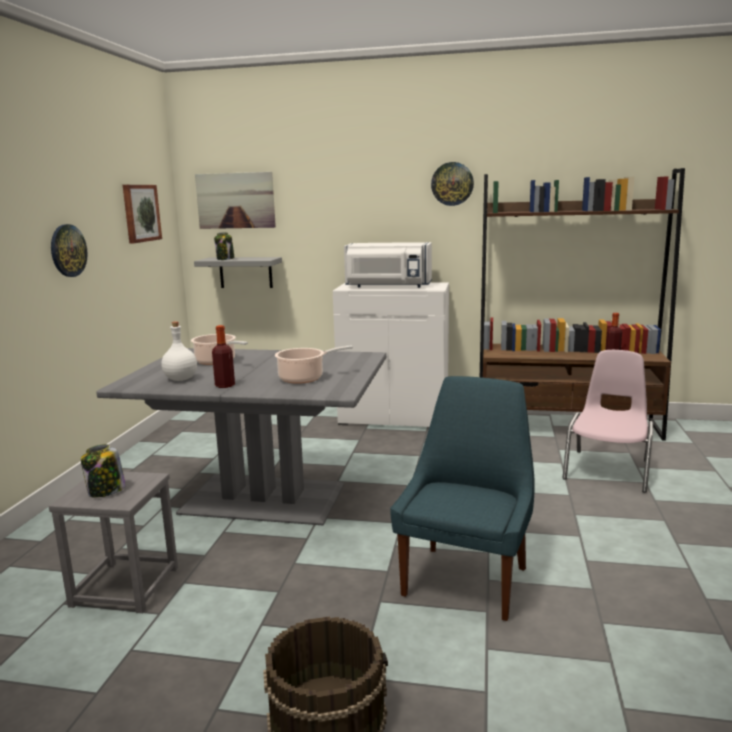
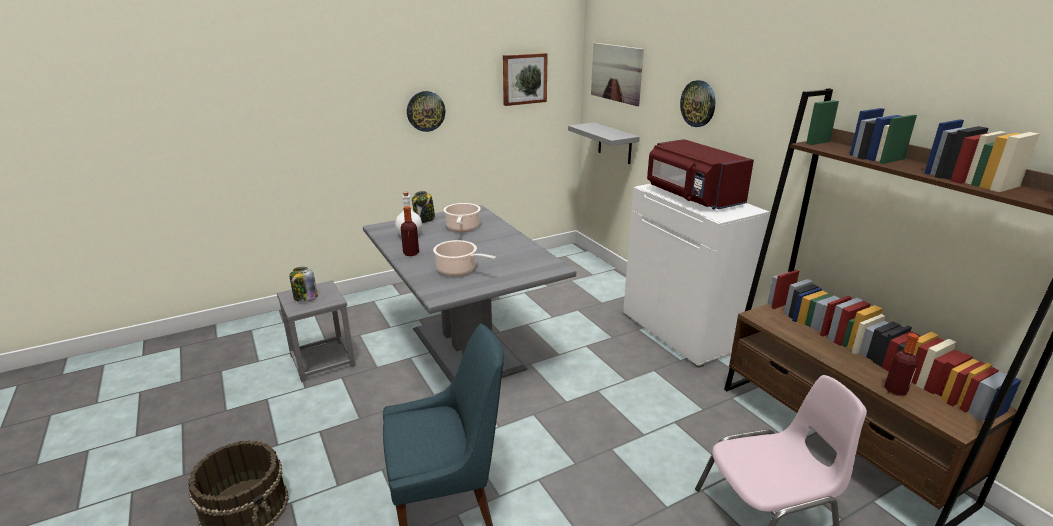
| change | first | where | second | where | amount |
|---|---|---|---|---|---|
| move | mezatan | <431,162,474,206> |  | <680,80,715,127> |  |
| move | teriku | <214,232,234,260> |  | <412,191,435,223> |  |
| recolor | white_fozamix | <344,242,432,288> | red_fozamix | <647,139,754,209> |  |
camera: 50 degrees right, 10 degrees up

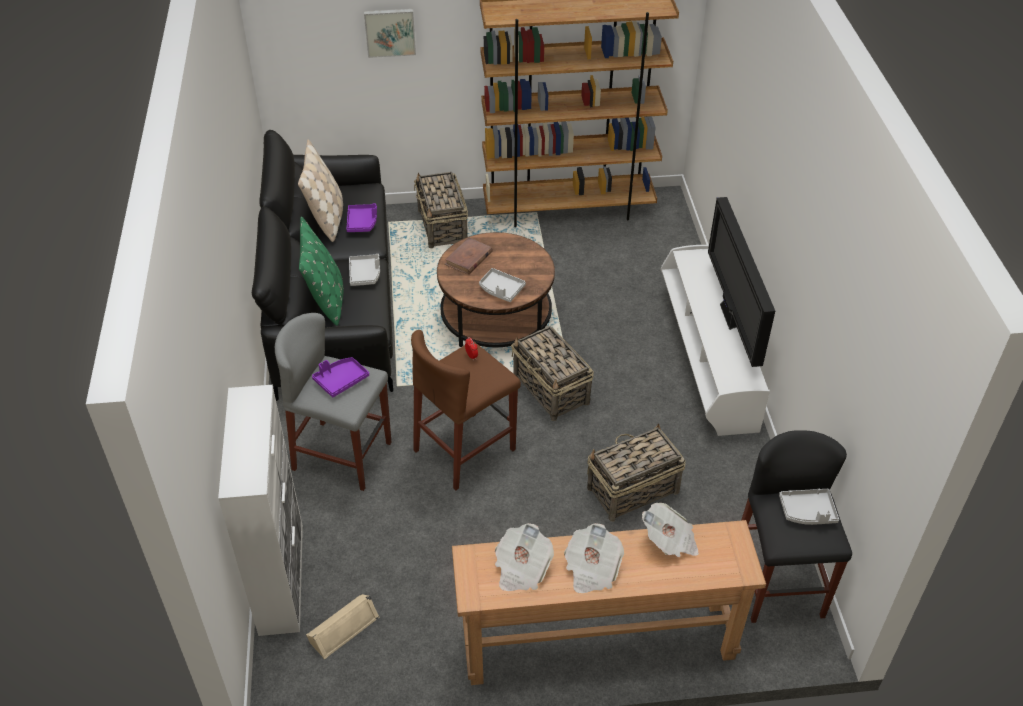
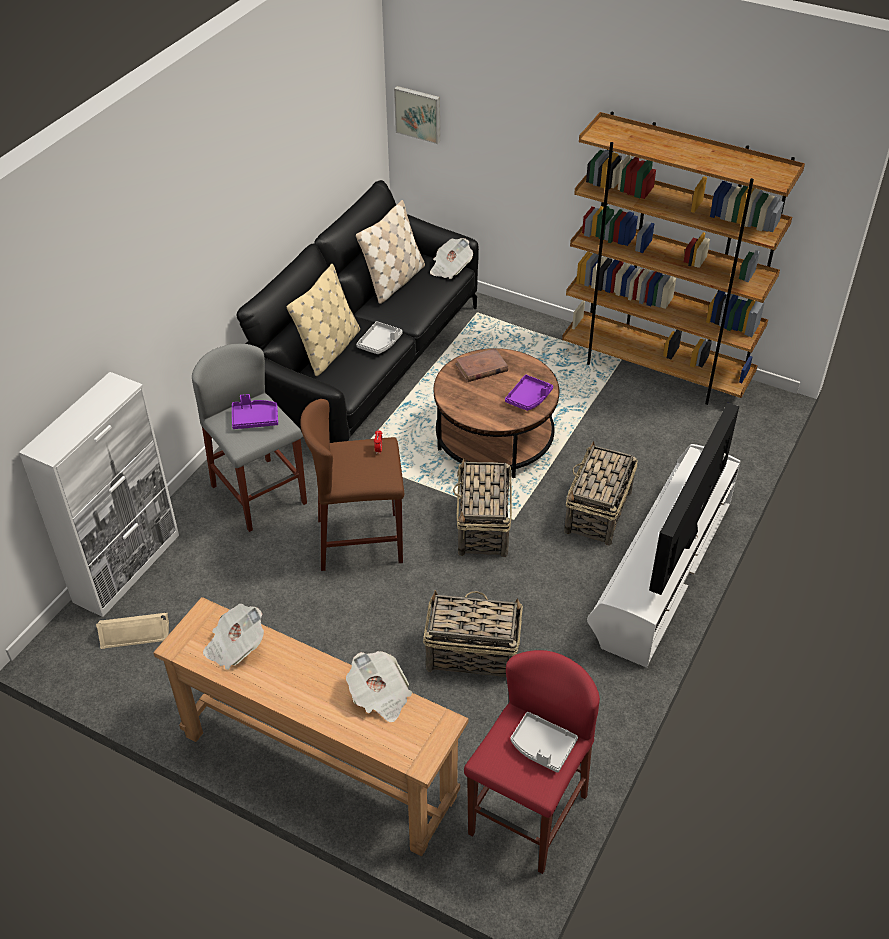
| change | first | where | second | where | amount |
|---|---|---|---|---|---|
| move | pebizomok | <364,9,416,58> |  | <394,86,440,144> |  |
| move | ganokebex | <414,172,468,248> |  | <564,441,638,546> |  |
| move | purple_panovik | <346,203,377,232> |  | <505,375,553,411> |  |
| recolor | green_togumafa | <299,217,343,326> | beige_togumafa | <287,264,360,376> |  |
| delete | grey_panovik | <479,268,526,302> |  |  |  |
| recolor | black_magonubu | <742,430,852,623> | red_magonubu | <464,650,600,874> |  |
| move | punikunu | <564,523,624,593> |  | <430,238,473,279> |  |
camera: 35 degrees right, 0 degrees up

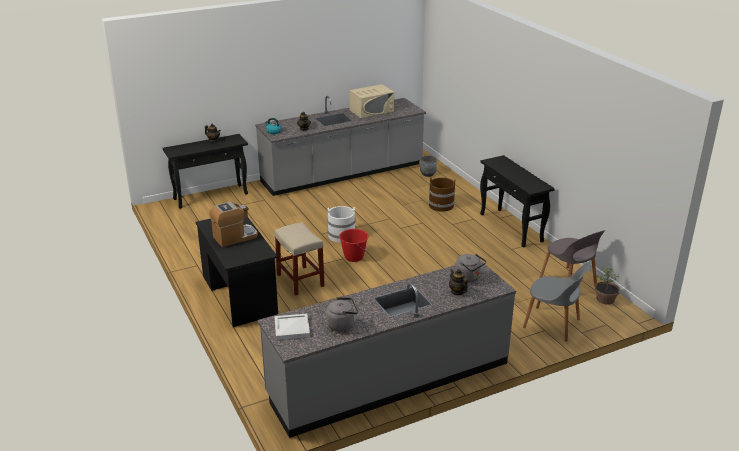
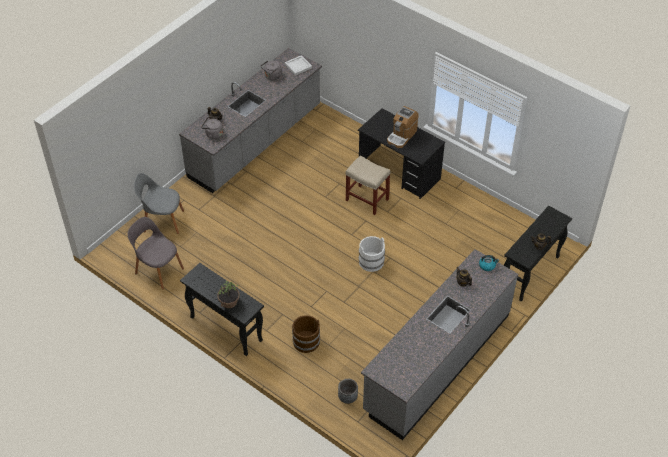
| change | first | where | second | where | amount |
|---|---|---|---|---|---|
| delete | beige_fozamix | <349,84,394,118> |  |  |  |
| delete | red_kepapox | <339,229,369,262> |  |  |  |
| move | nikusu | <595,268,620,304> |  | <217,281,240,308> |  |
camera: 155 degrees right, 20 degrees up

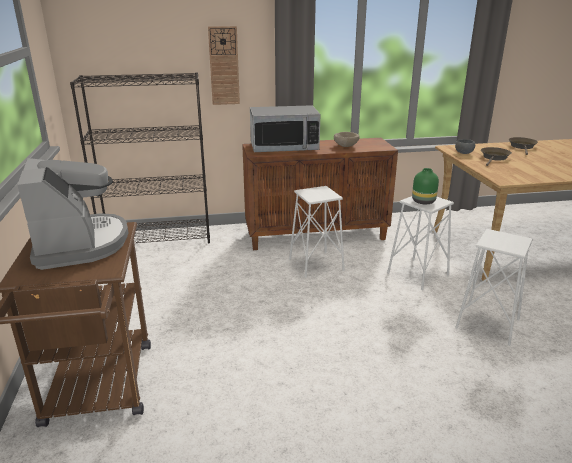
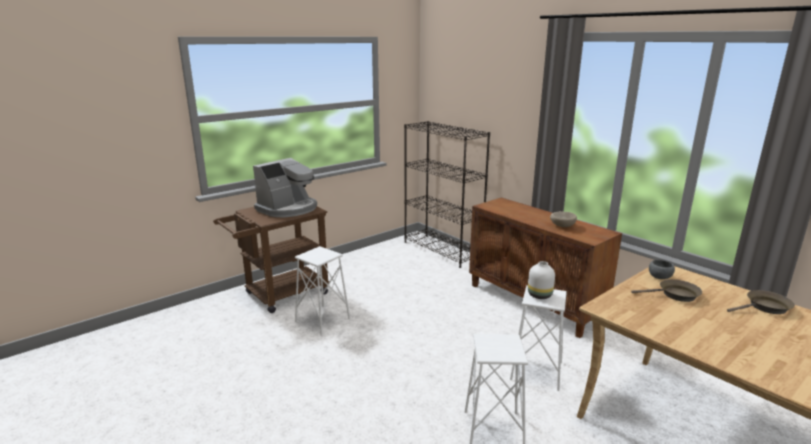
| change | first | where | second | where | amount |
|---|---|---|---|---|---|
| delete | mezatan | <208,26,240,105> |  |  |  |
| delete | fozamix | <250,105,320,152> |  |  |  |
| recolor | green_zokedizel | <412,168,439,204> | white_zokedizel | <528,261,555,299> |  |
| move | white_magonubu | <289,186,345,278> |  | <295,246,350,336> |  |
camera: 60 degrees right, 5 degrees down

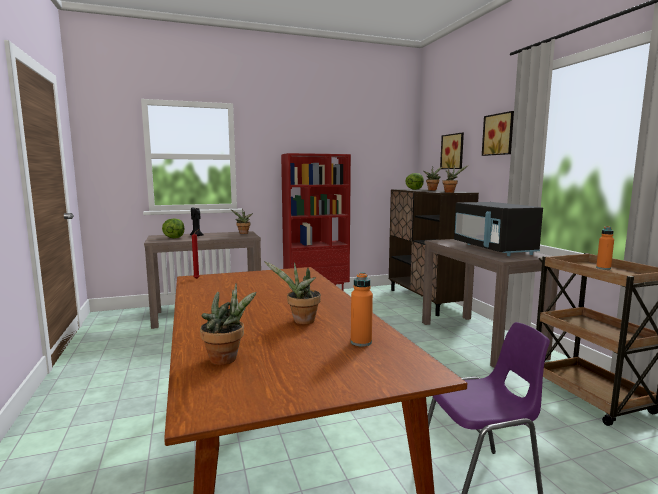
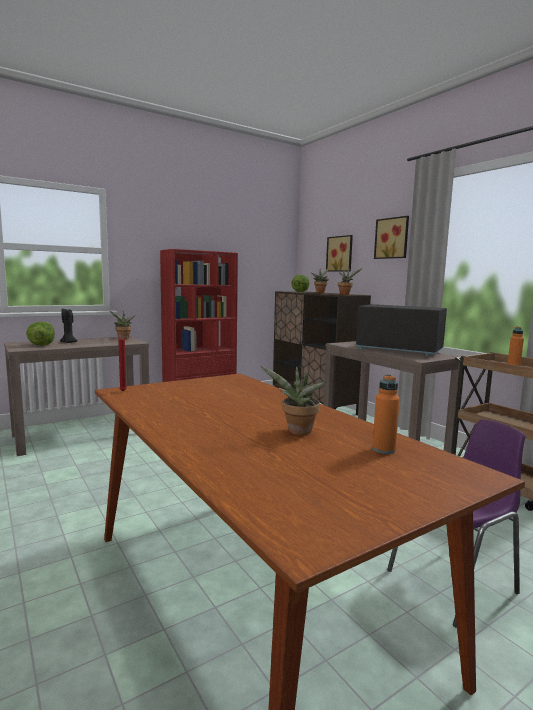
| change | first | where | second | where | amount |
|---|---|---|---|---|---|
| rotate | black_fozamix | <454,202,543,256> |  | <356,304,447,357> | 150 degrees clockwise |
| delete | nikusu | <200,283,256,365> |  |  |  |
camera: 15 degrees left, 0 degrees up

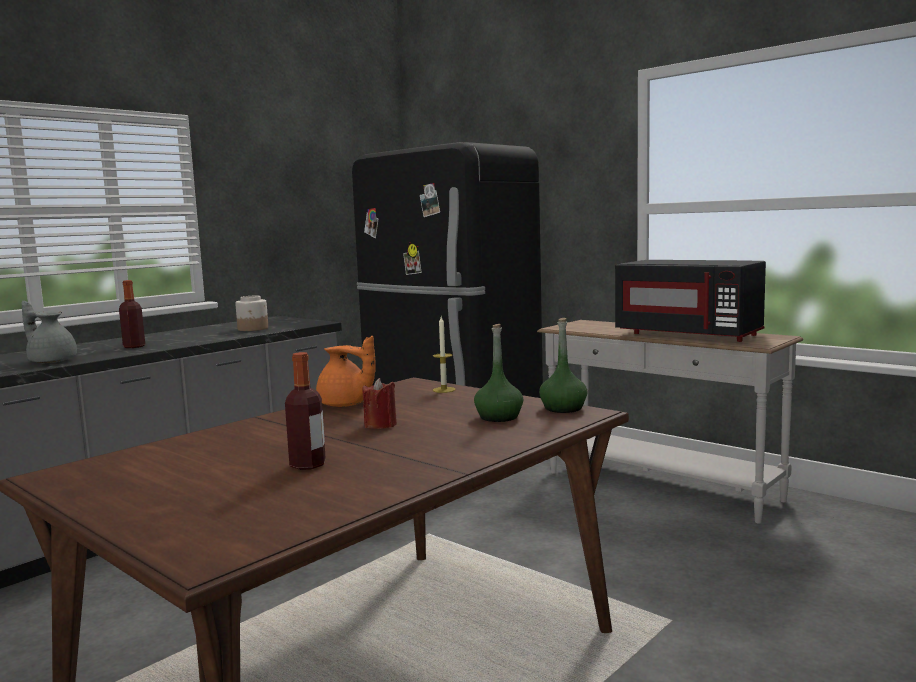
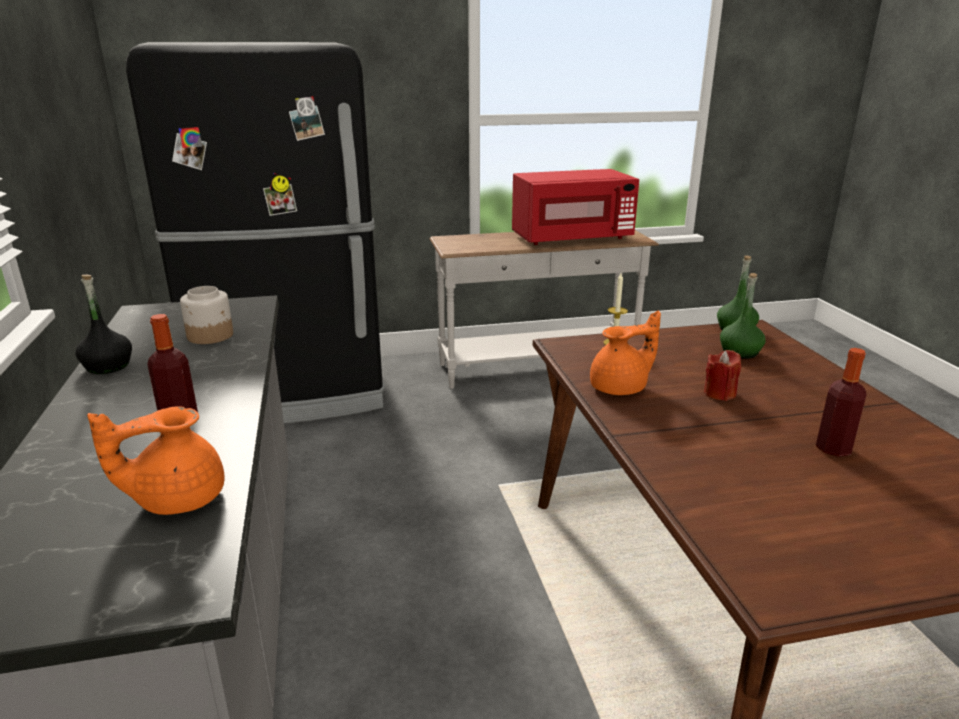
| change | first | where | second | where | amount |
|---|---|---|---|---|---|
| recolor | black_fozamix | <615,260,766,342> | red_fozamix | <512,169,639,245> |  |
| recolor | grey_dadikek | <22,301,77,363> | orange_dadikek | <87,406,225,515> |  |
| insert |  |  | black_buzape | <75,275,132,374> |  |
camera: 55 degrees left, 15 degrees up

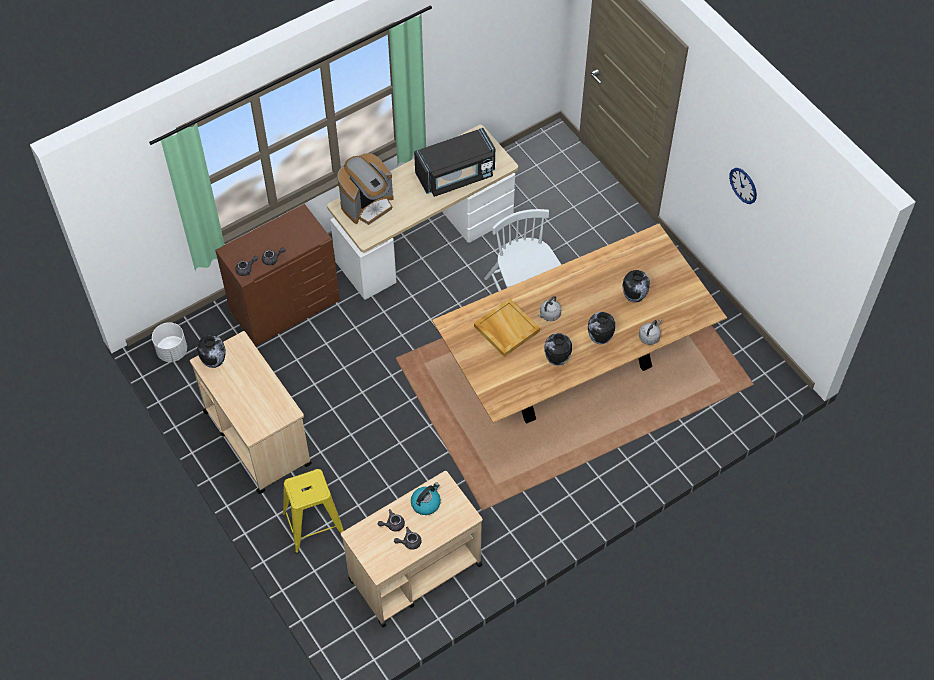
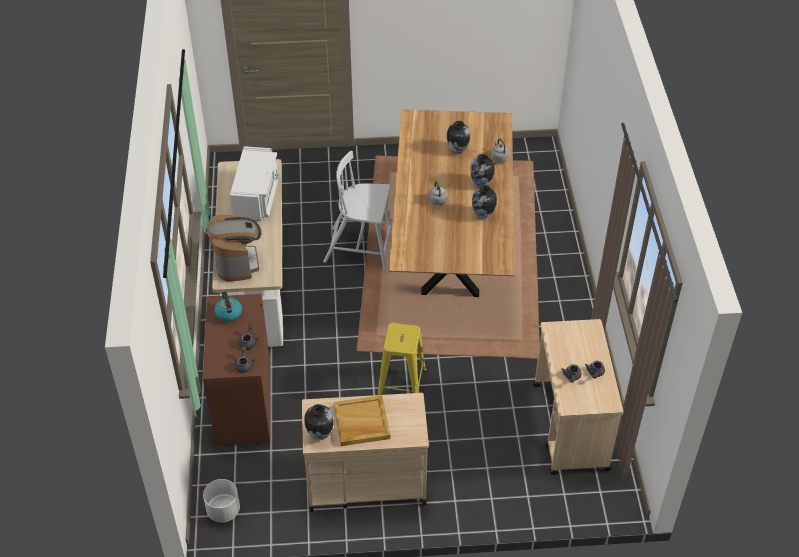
| change | first | where | second | where | amount |
|---|---|---|---|---|---|
| recolor | black_fozamix | <414,128,495,197> | white_fozamix | <230,146,279,221> |  |
| delete | mezatan | <729,168,757,204> |  |  |  |
| move | beige_panovik | <474,298,540,357> |  | <334,395,390,446> |  |
| move | yellow_magonubu | <282,469,344,553> |  | <378,323,427,395> |  |
| move | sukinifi | <411,482,441,515> |  | <214,291,242,322> |  |
camera: 60 degrees left, 10 degrees down

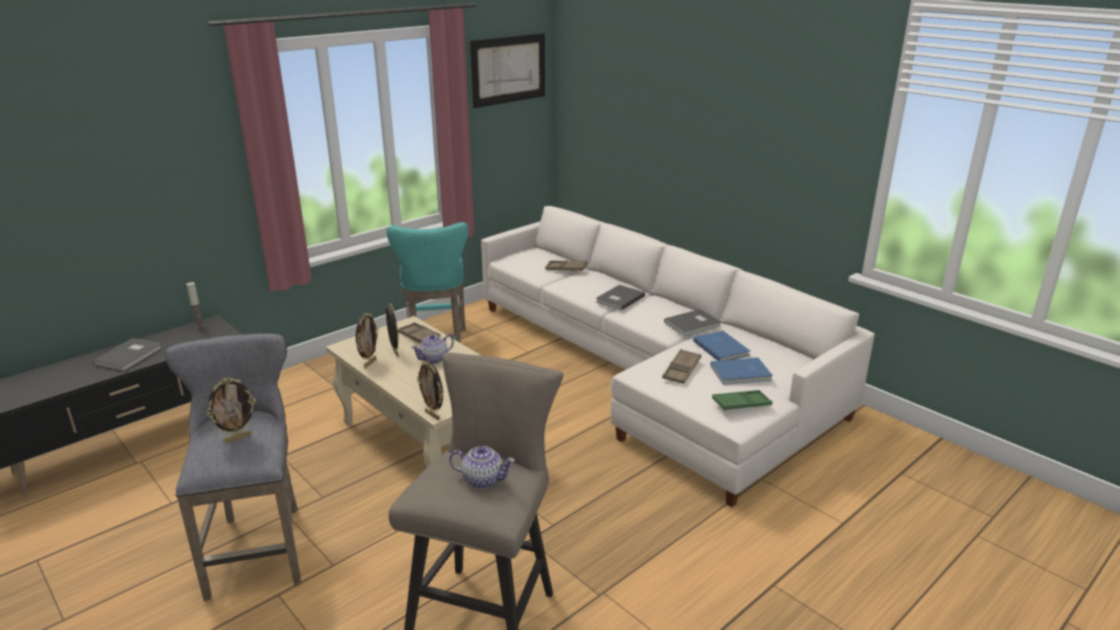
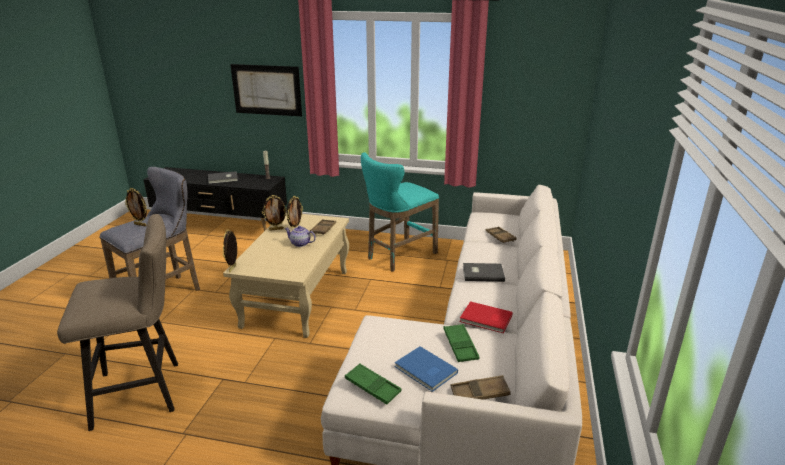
| change | first | where | second | where | amount |
|---|---|---|---|---|---|
| move | pebizomok | <470,33,545,108> |  | <230,64,302,116> |  |
| recolor | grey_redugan | <664,309,721,336> | red_redugan | <460,301,513,333> |  |
| replace | blue_redugan | <693,331,750,361> | green_panovik | <443,324,479,362> |  |
| move | brown_panovik | <662,349,701,384> |  | <451,375,511,400> |  |
| delete | dadikek | <449,446,515,489> |  |  |  |
camera: 55 degrees right, 0 degrees up

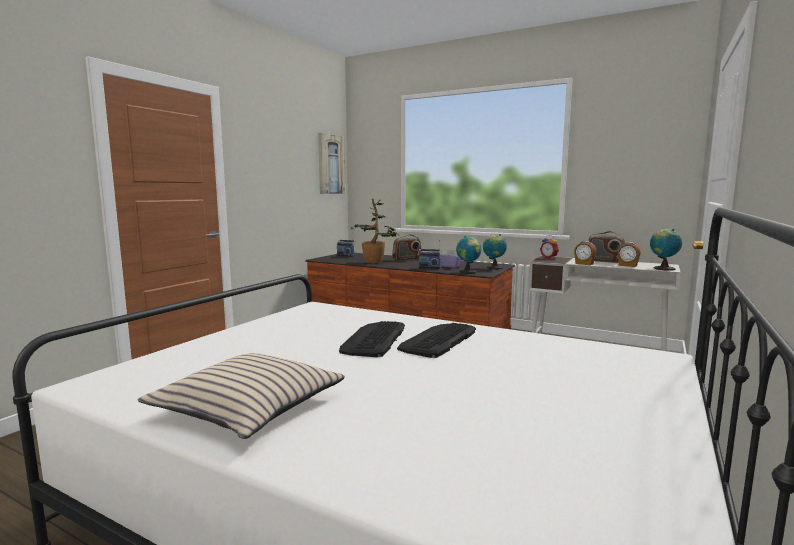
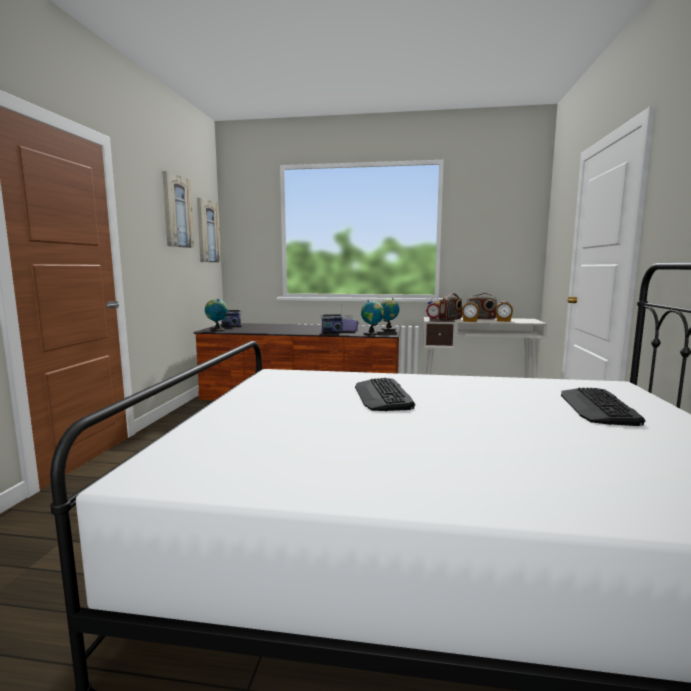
| change | first | where | second | where | amount |
|---|---|---|---|---|---|
| delete | nikusu | <351,199,399,263> |  |  |  |
| move | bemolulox | <650,229,682,271> |  | <205,299,228,331> |  |
| move | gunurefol | <392,234,422,261> |  | <438,293,462,321> |  |
| move | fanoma | <397,323,476,358> |  | <561,388,645,426> |  |
| delete | beige_togumafa | <137,353,345,439> |  |  |  |
| insert |  |  | pebizomok | <162,171,194,248> |  |
camera: 20 degrees left, 0 degrees up

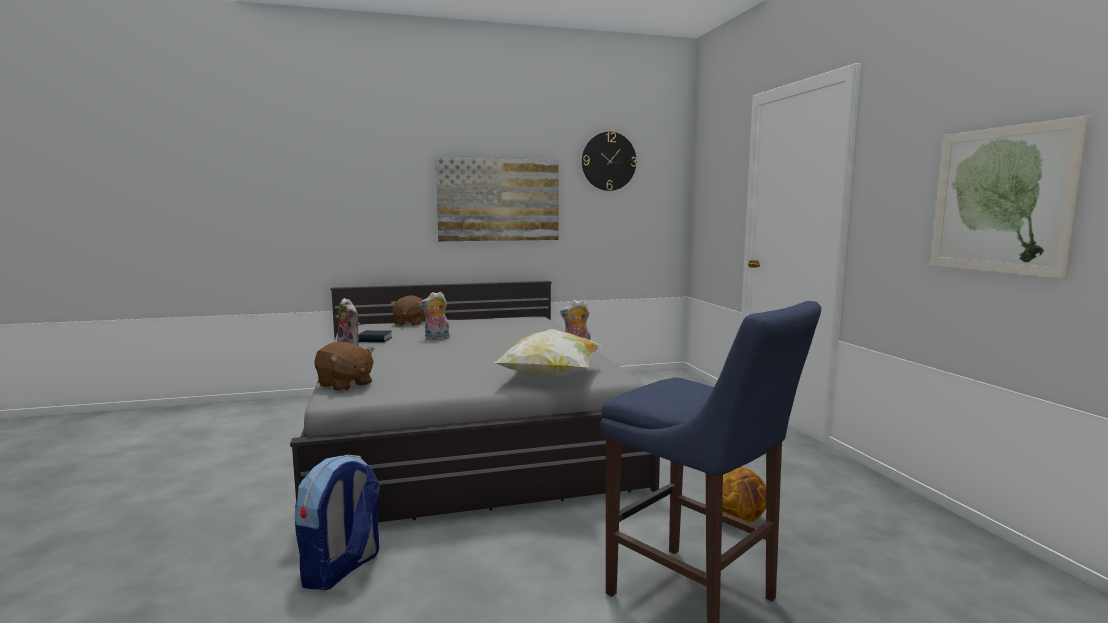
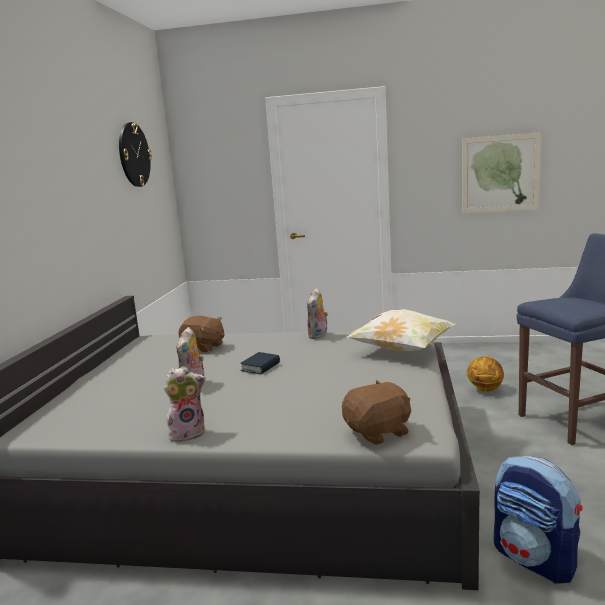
| change | first | where | second | where | amount |
|---|---|---|---|---|---|
| delete | pebizomok | <435,158,559,241> |  |  |  |
| move | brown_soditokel | <391,295,425,326> |  | <179,316,224,353> |  |
| move | redugan | <359,330,392,342> |  | <240,352,280,375> |  |
camera: 65 degrees left, 5 degrees up

